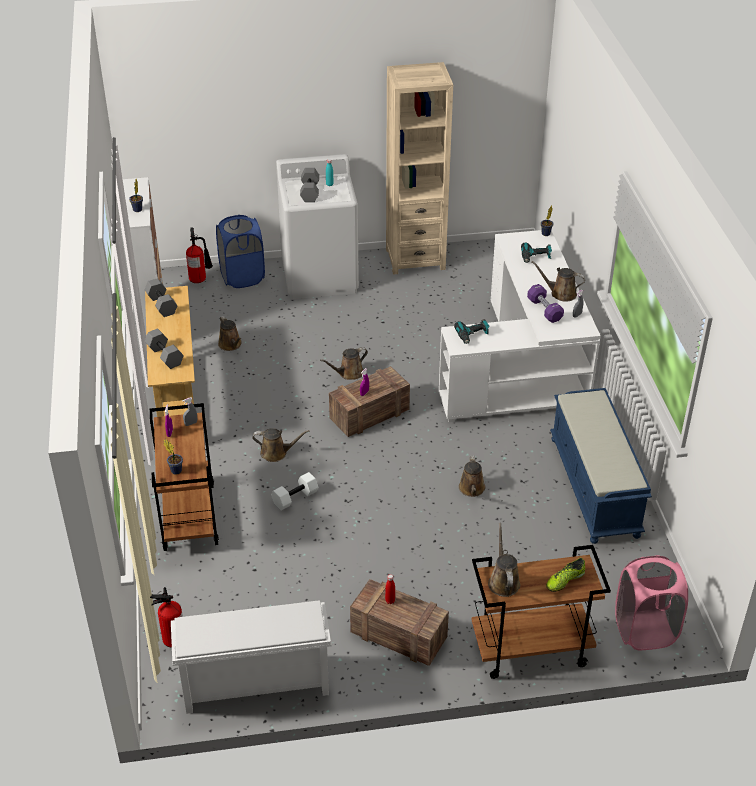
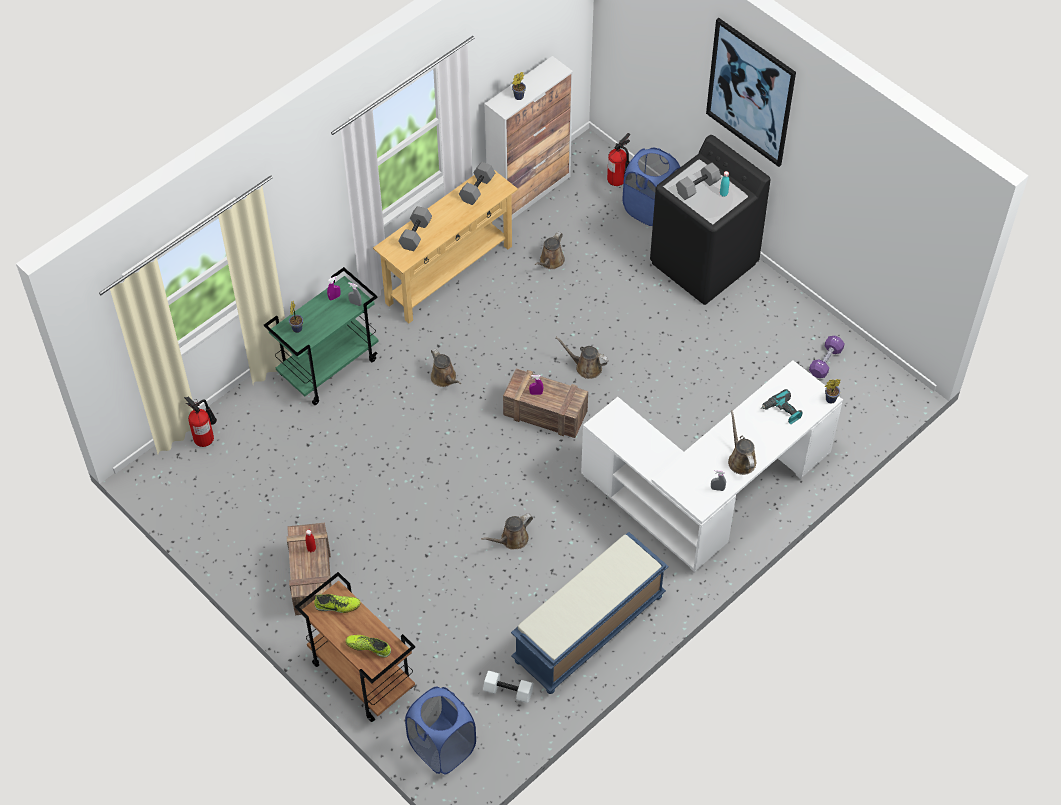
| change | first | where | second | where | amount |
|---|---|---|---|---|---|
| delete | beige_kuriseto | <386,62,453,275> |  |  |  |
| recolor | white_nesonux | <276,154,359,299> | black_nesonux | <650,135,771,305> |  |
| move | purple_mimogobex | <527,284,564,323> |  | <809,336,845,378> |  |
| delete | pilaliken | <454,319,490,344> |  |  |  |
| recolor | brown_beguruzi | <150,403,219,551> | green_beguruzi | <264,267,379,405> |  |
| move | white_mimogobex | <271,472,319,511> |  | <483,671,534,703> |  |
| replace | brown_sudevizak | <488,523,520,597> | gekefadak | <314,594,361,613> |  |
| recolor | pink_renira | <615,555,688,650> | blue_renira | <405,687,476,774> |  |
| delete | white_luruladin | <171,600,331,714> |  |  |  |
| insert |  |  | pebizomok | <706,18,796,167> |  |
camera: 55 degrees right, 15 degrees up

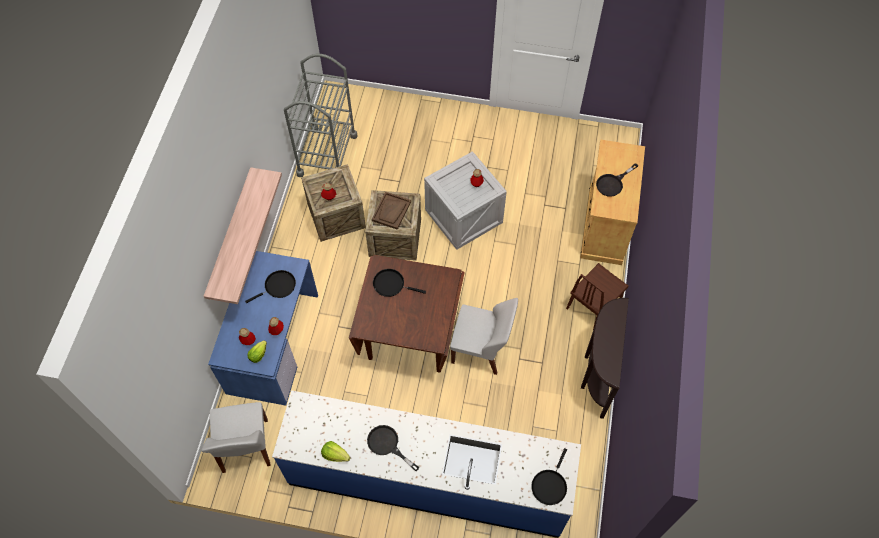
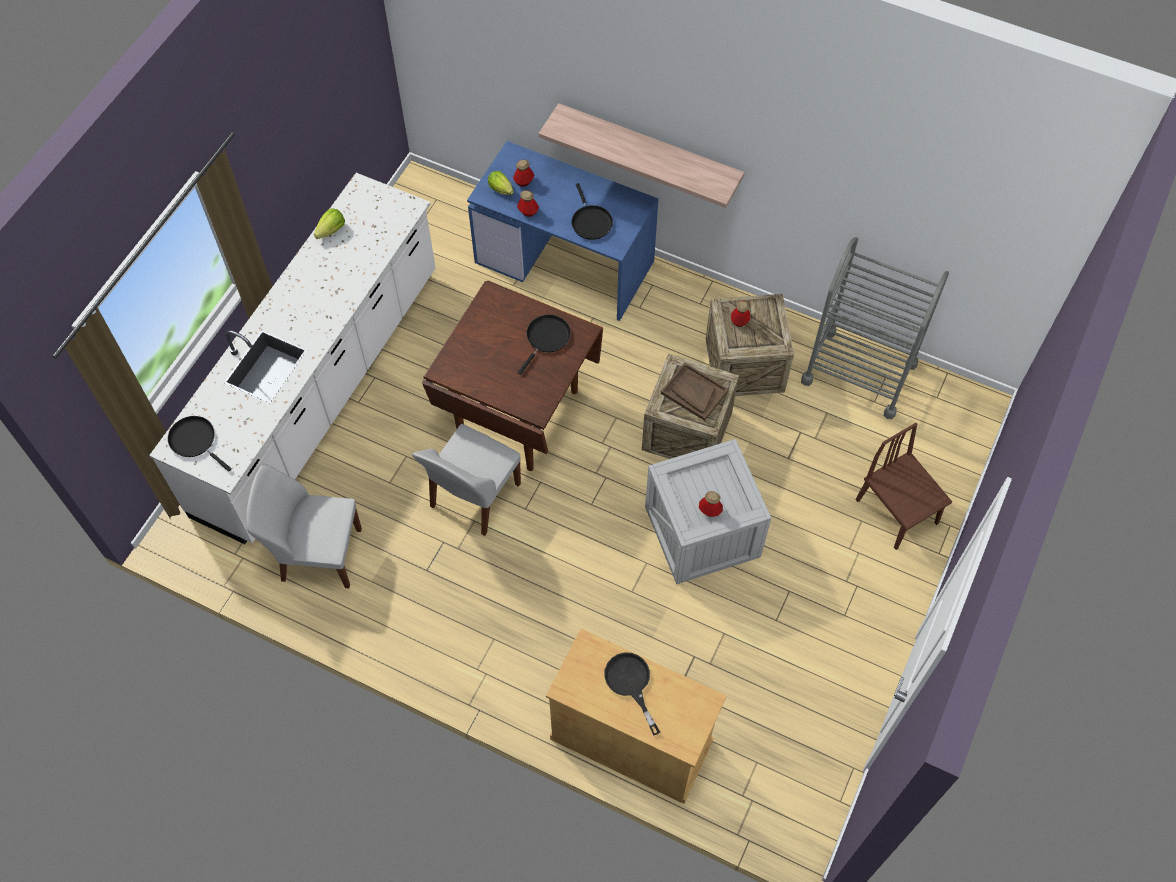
| change | first | where | second | where | amount |
|---|---|---|---|---|---|
| move | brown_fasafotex | <566,263,629,330> |  | <856,423,952,550> |  |
| delete | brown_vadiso | <581,298,629,419> |  |  |  |
| recolor | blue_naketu | <272,390,581,538> | white_naketu | <149,173,436,544> |  |
| move | white_fasafotex | <201,402,270,473> |  | <246,464,362,588> |  |
| delete | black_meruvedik | <367,425,419,471> |  |  |  |
camera: 105 degrees right, 0 degrees up

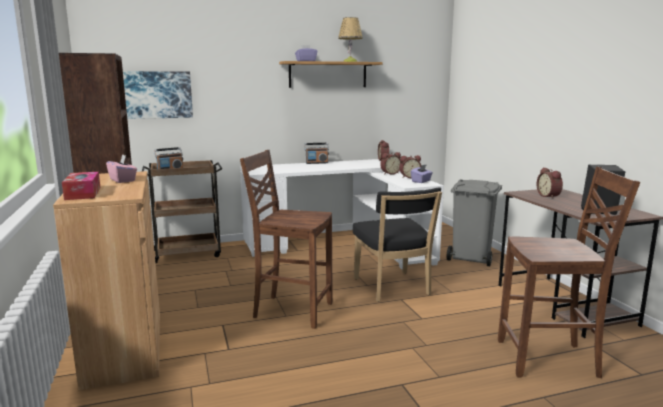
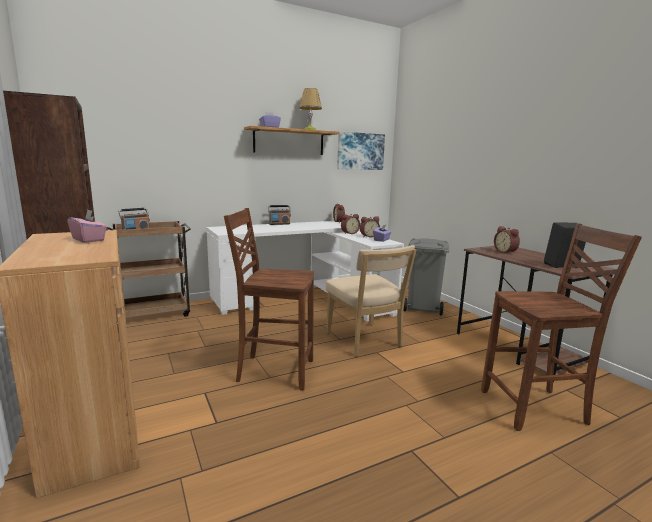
| change | first | where | second | where | amount |
|---|---|---|---|---|---|
| move | pebizomok | <123,71,193,119> |  | <337,131,385,170> |  |
| delete | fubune | <62,172,100,200> |  |  |  |
| recolor | black_fasafotex | <353,188,442,302> | beige_fasafotex | <326,245,416,356> |  |
camera: 10 degrees left, 0 degrees up

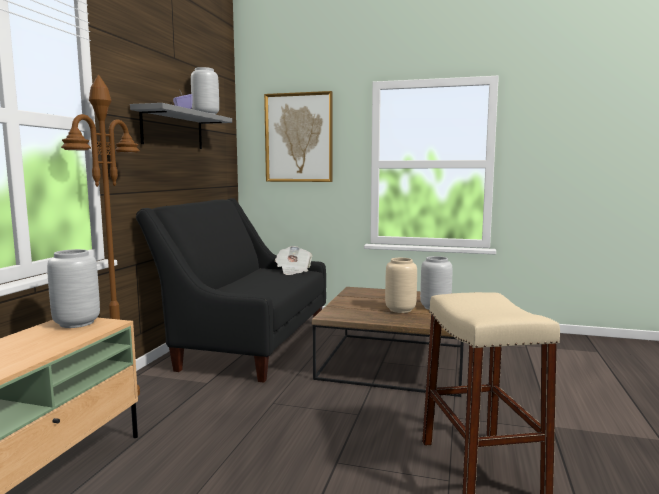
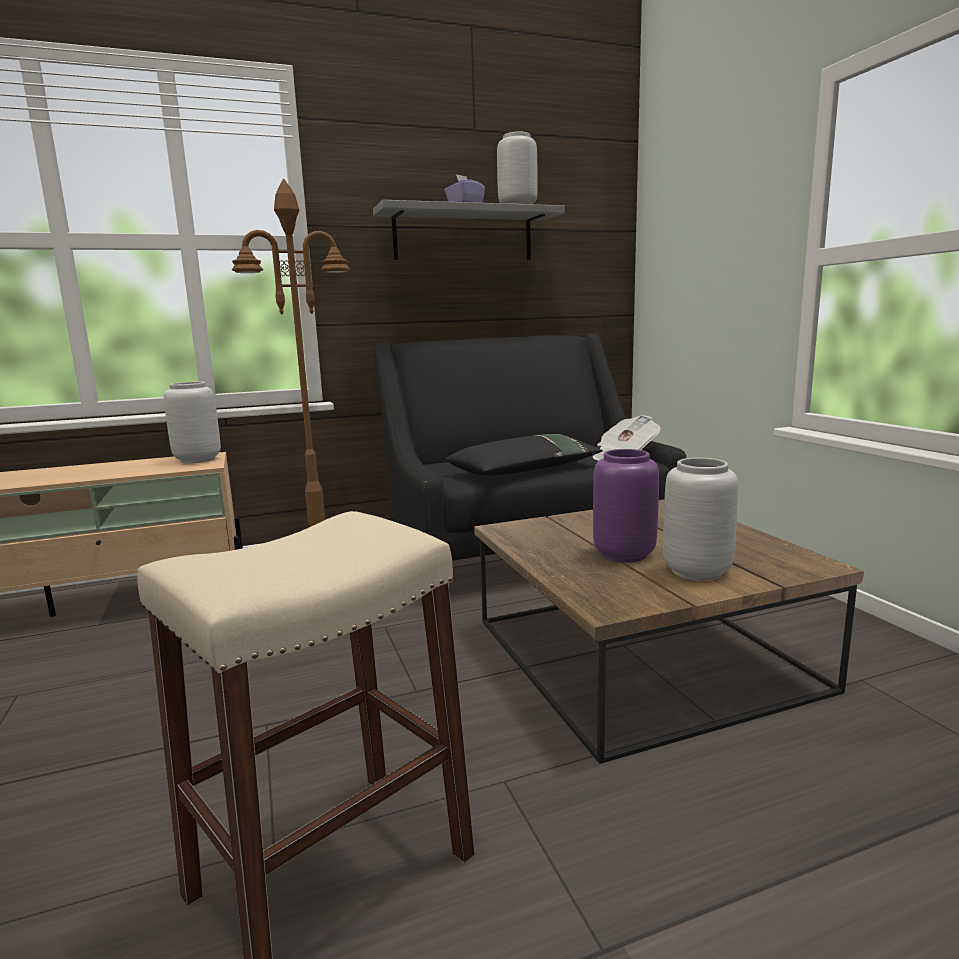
| change | first | where | second | where | amount |
|---|---|---|---|---|---|
| delete | pebizomok | <264,91,332,182> |  |  |  |
| recolor | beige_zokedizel | <385,258,417,313> | purple_zokedizel | <593,449,659,562> |  |
| insert |  |  | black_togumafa | <446,434,602,476> |  |
camera: 55 degrees right, 5 degrees up

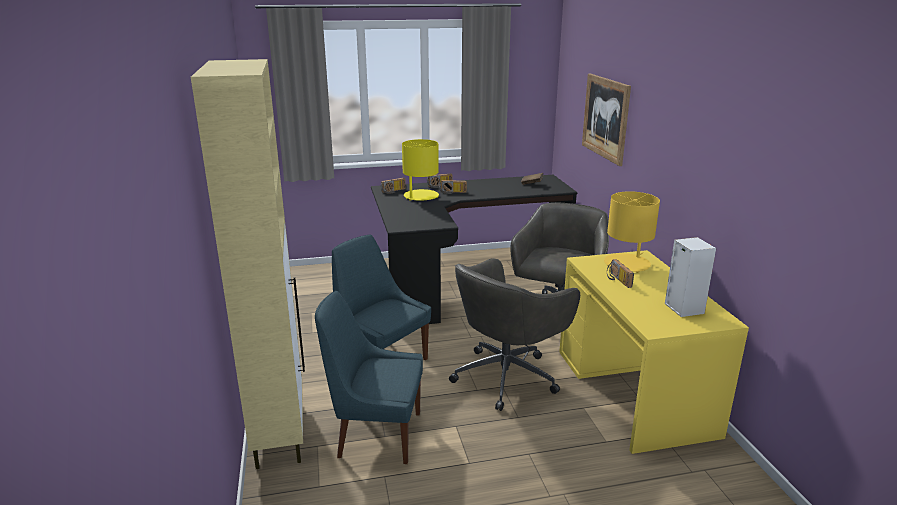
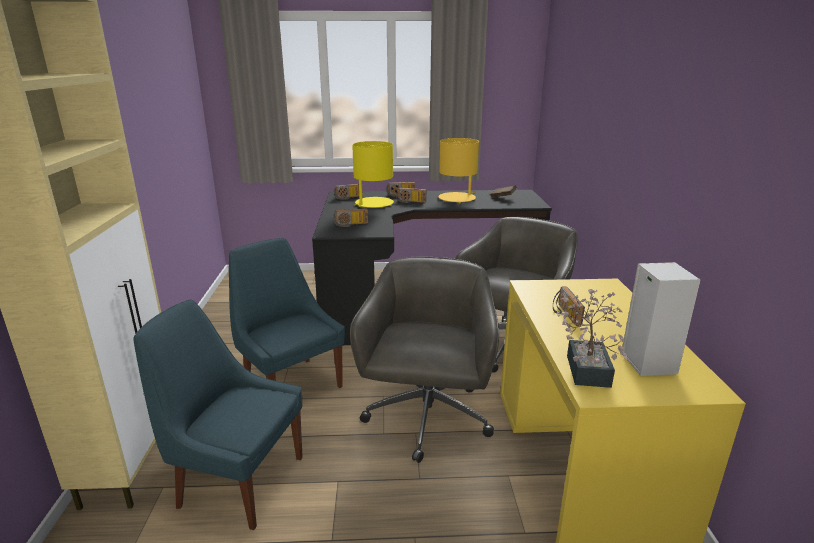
| change | first | where | second | where | amount |
|---|---|---|---|---|---|
| delete | pebizomok | <582,74,631,166> |  |  |  |
| move | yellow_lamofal | <604,191,660,273> |  | <438,138,479,203> |  |
| rotate | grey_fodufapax | <449,258,580,411> |  | <350,257,499,463> | 135 degrees clockwise |
| insert |  |  | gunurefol | <333,209,368,227> |  |
| insert |  |  | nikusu | <557,289,628,388> |  |
camera: 10 degrees right, 0 degrees up

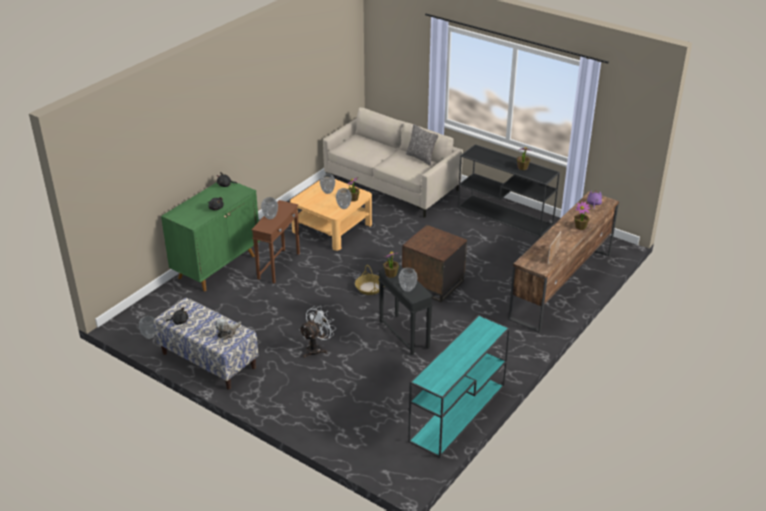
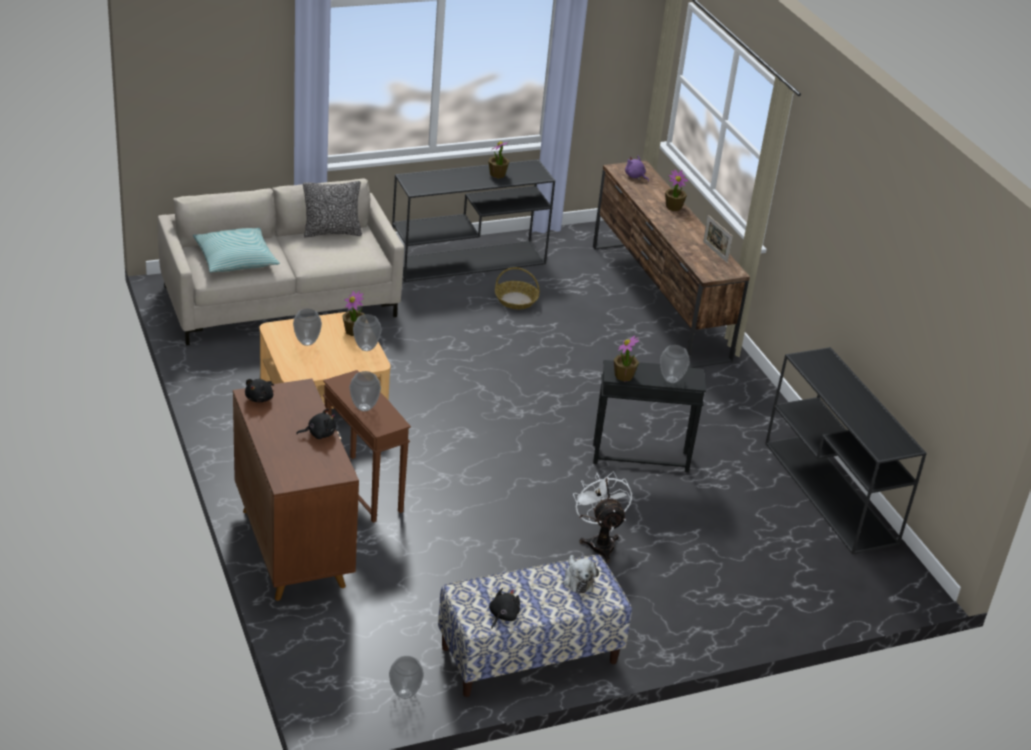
| change | first | where | second | where | amount |
|---|---|---|---|---|---|
| recolor | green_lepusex | <161,181,260,291> | brown_lepusex | <233,379,359,601> |  |
| delete | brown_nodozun | <402,225,467,303> |  |  |  |
| move | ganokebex | <355,265,379,295> |  | <495,267,540,310> |  |
| recolor | turquoise_vadiso | <408,315,510,458> | black_vadiso | <765,347,927,555> |  |
| insert |  |  | togumafa | <193,228,280,273> |  |
camera: 60 degrees left, 0 degrees up

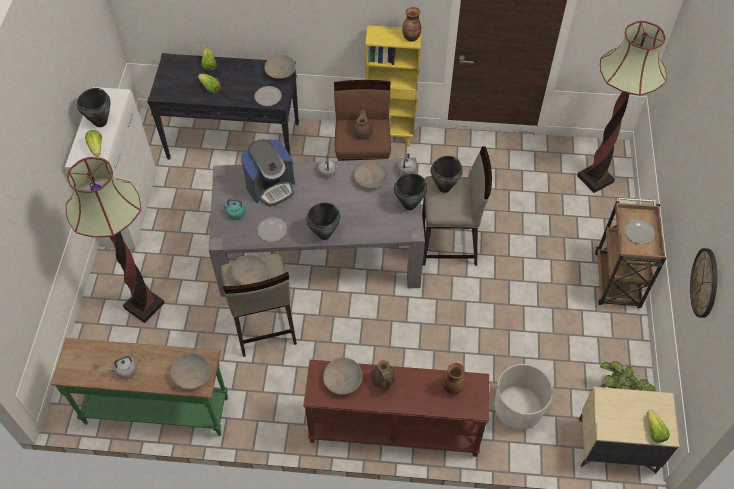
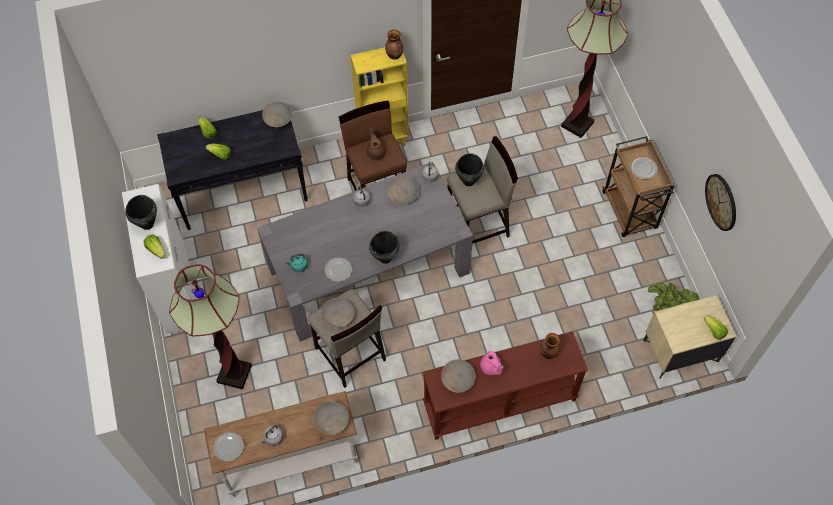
| change | first | where | second | where | amount |
|---|---|---|---|---|---|
| move | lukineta | <254,86,282,106> |  | <213,432,244,461> |  |
| delete | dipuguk | <241,139,295,207> |  |  |  |
| delete | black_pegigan | <394,174,427,210> |  |  |  |
| recolor | green_vadiso | <51,338,228,436> | white_vadiso | <204,391,358,497> |  |
| recolor | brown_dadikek | <371,360,395,390> | pink_dadikek | <480,351,504,375> |  |
| delete | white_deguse | <495,364,553,430> |  |  |  |
camera: 20 degrees left, 5 degrees up

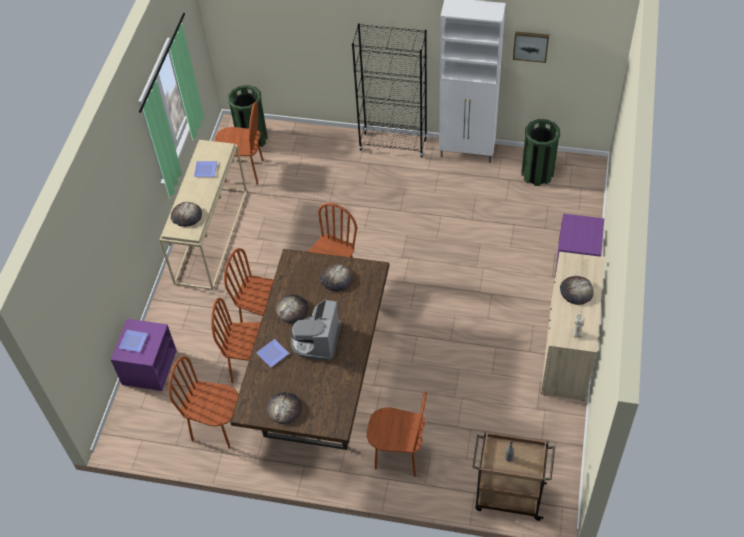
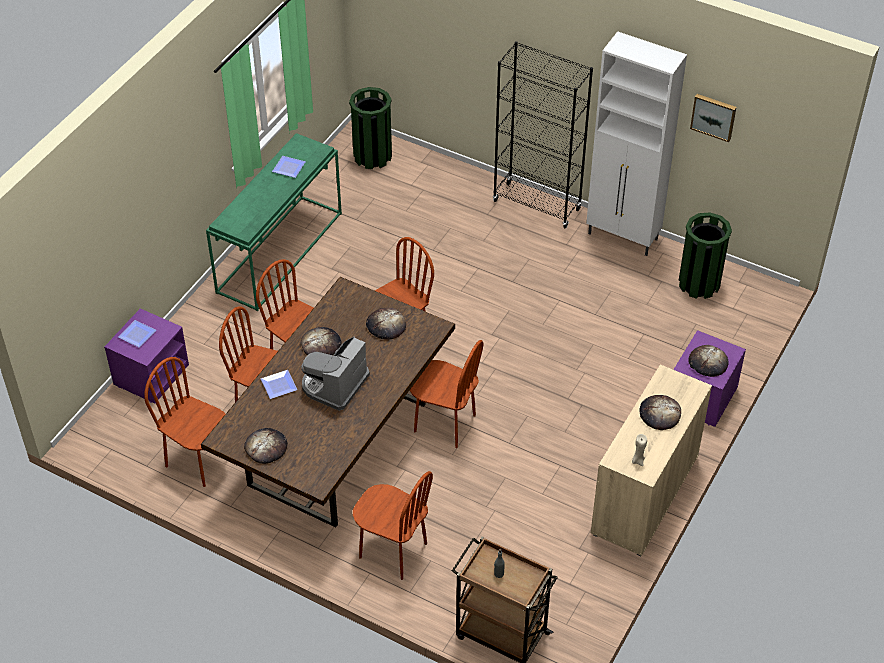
| change | first | where | second | where | amount |
|---|---|---|---|---|---|
| move | brown_fasafotex | <214,102,264,185> |  | <410,340,483,448> |  |
| recolor | beige_vadiso | <160,140,247,290> | green_vadiso | <206,133,342,312> |  |
| move | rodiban | <171,202,202,227> |  | <688,345,728,377> |  |
camera: 15 degrees right, 5 degrees down

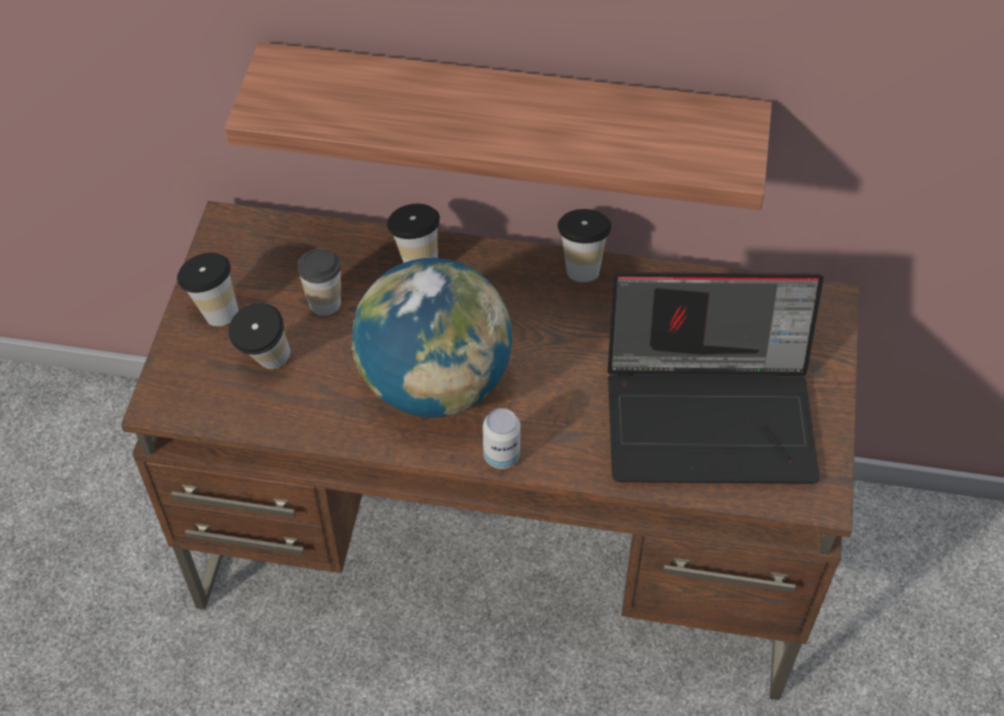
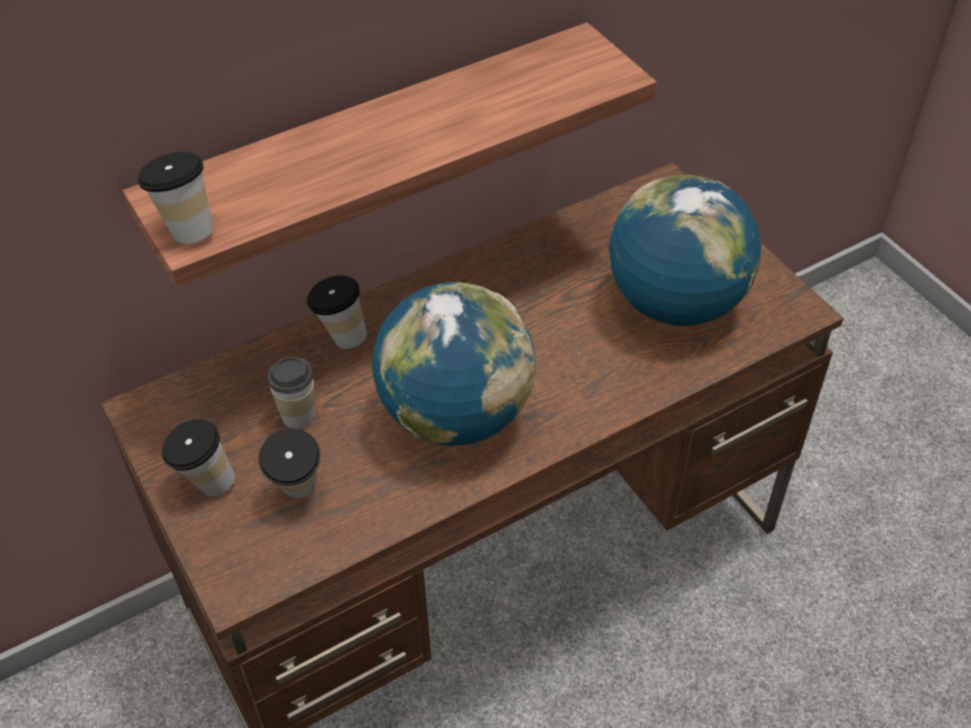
| change | first | where | second | where | amount |
|---|---|---|---|---|---|
| move | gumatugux | <558,209,611,282> |  | <137,152,213,244> |  |
| replace | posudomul | <608,272,824,484> | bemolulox | <608,175,761,326> |  |
| delete | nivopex | <483,408,521,469> |  |  |  |
camera: 40 degrees left, 5 degrees down

